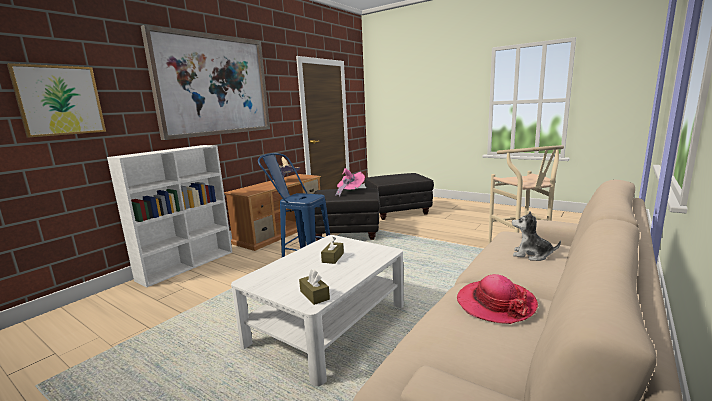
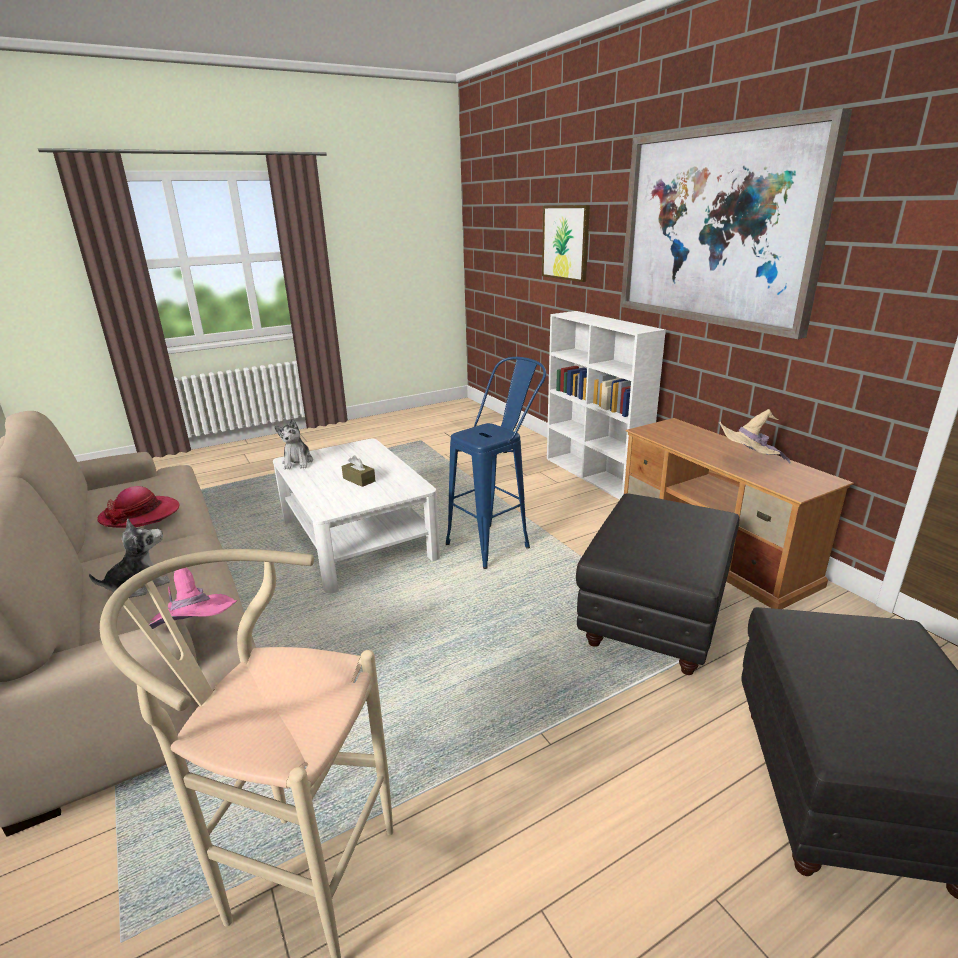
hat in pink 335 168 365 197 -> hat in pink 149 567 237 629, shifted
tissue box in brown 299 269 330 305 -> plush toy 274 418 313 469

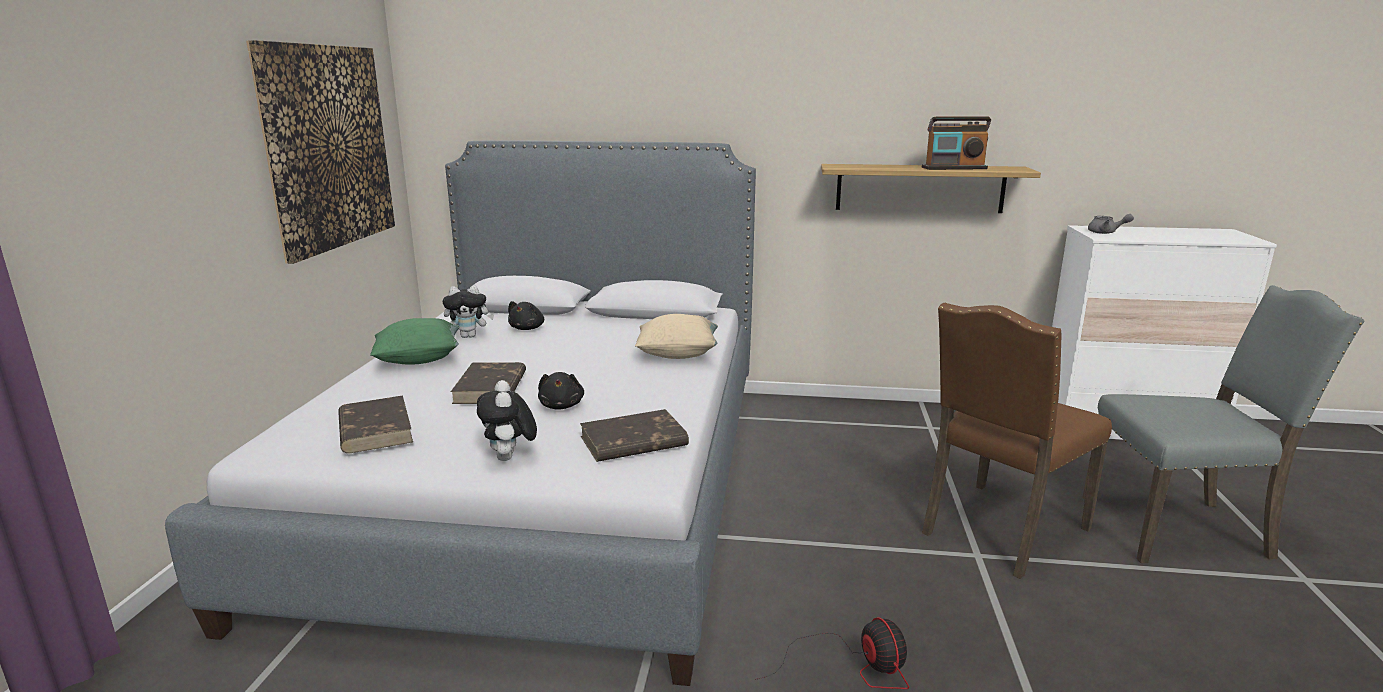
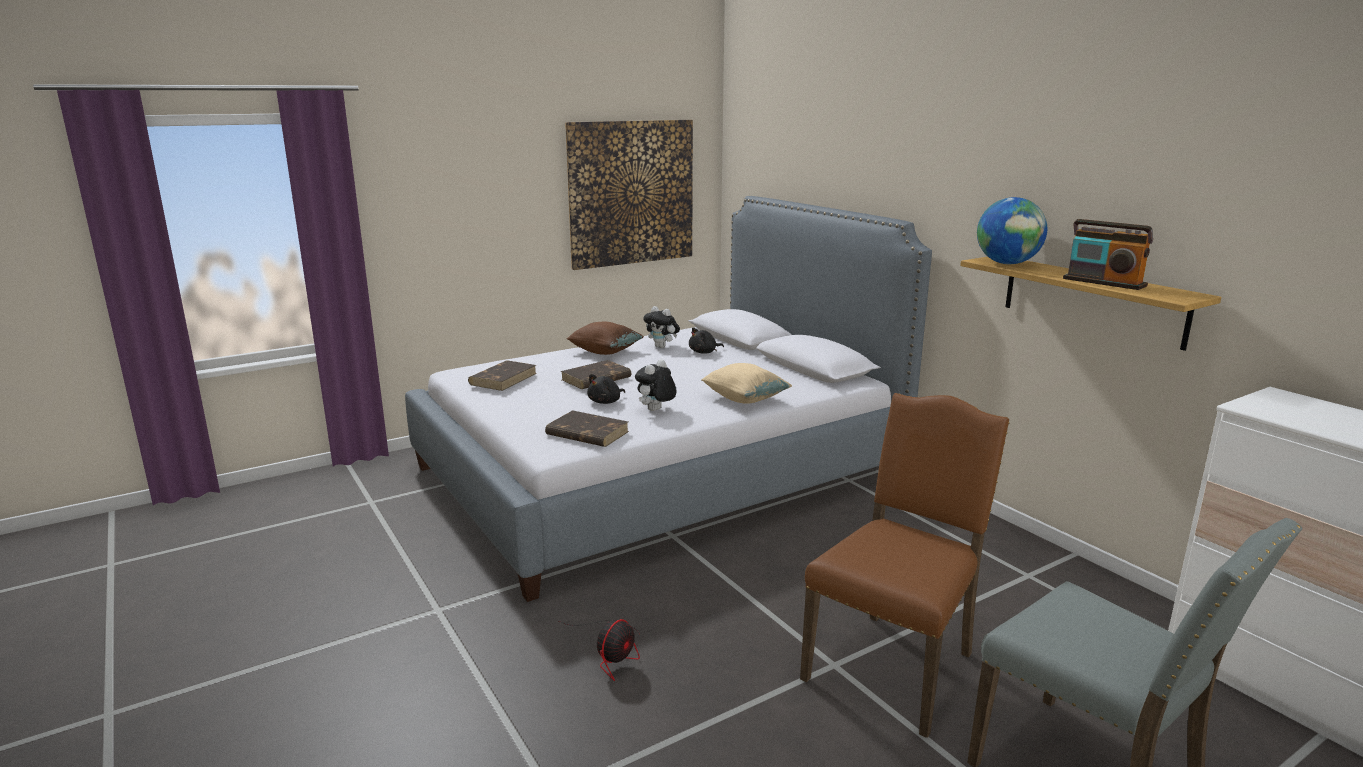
teapot in grey 1088 214 1134 234 -> none
chair in brown 922 303 1112 579 -> chair in brown 800 393 1009 738, 120 degrees clockwise
pillow in green 370 318 459 365 -> pillow in brown 566 322 644 355
plush toy 477 380 537 461 -> plush toy 635 359 676 411, shifted
none -> globe 977 197 1047 264

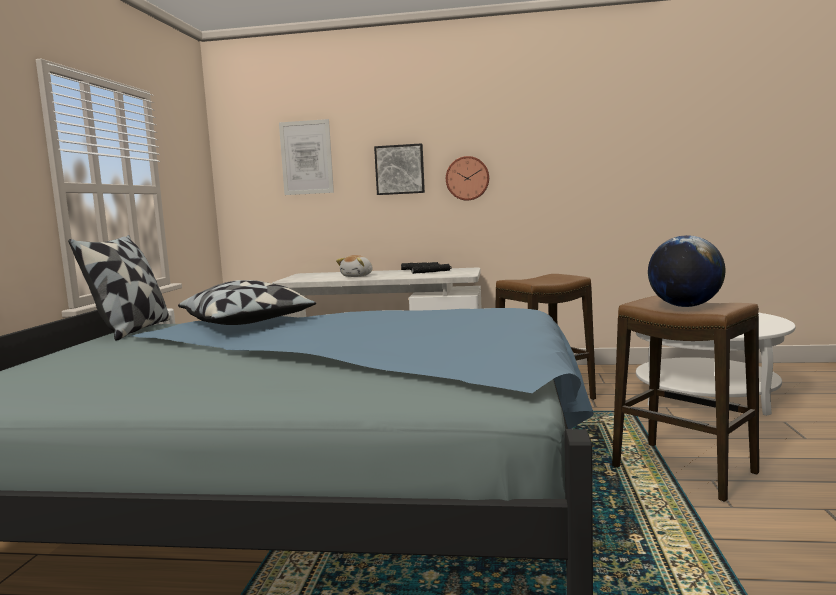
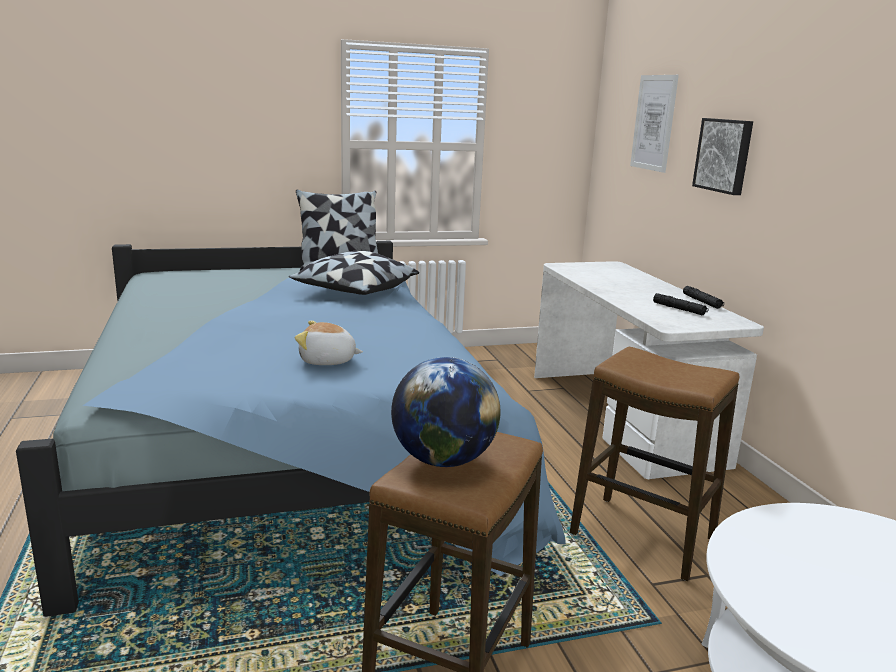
wall clock 446 156 489 201 -> none
plush toy 336 255 373 277 -> plush toy 295 321 363 365, shifted

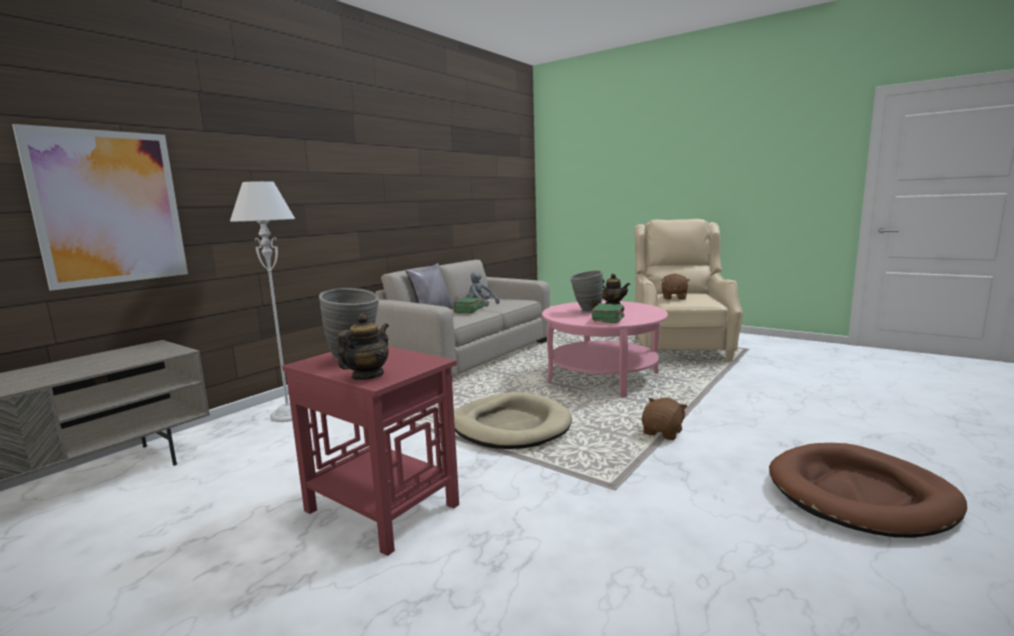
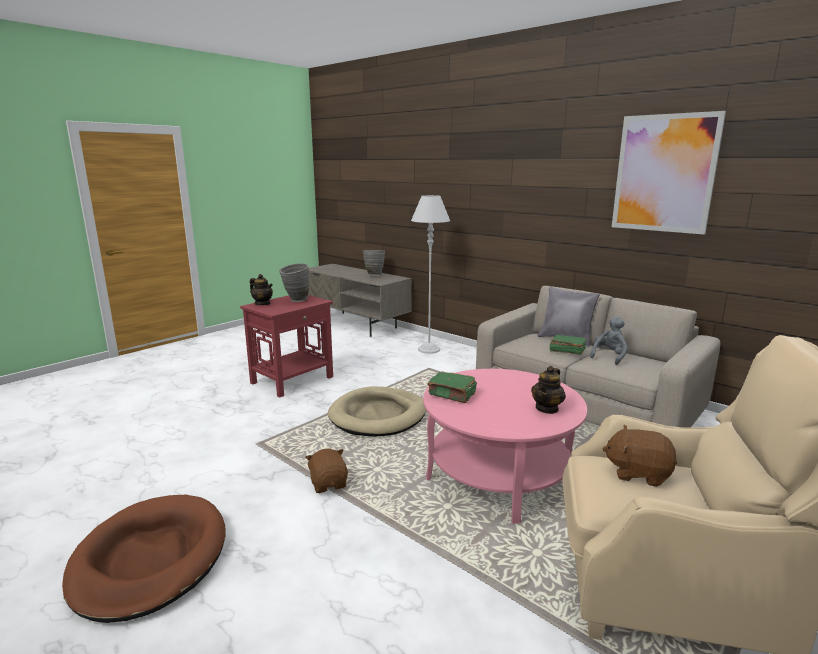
picture 12 124 188 291 -> picture 612 111 726 235, shifted
vase in grey 570 270 603 313 -> vase in grey 363 250 385 275, shifted
plush toy in brown 642 398 688 440 -> plush toy in brown 305 449 348 493, 150 degrees counterclockwise

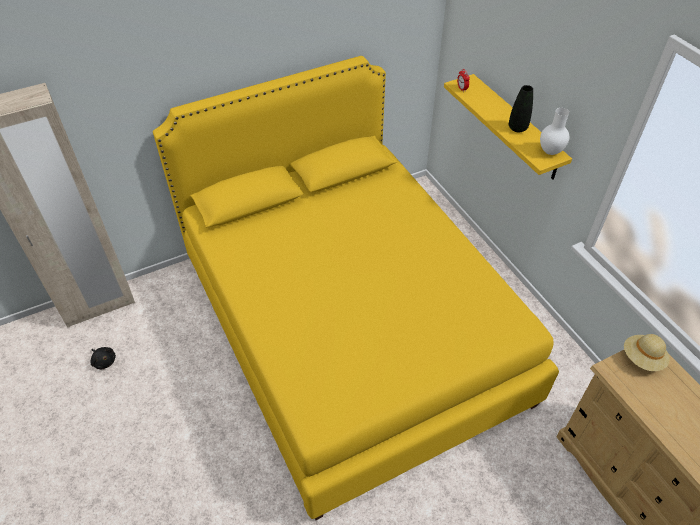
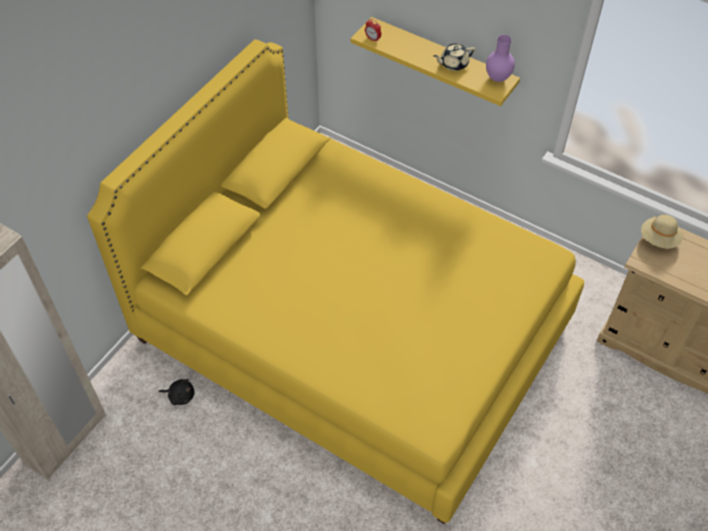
vase in black 509 85 533 132 -> teapot in beige 433 44 475 71
vase in white 540 108 569 155 -> vase in purple 486 35 515 82
plush toy in black 90 347 116 369 -> plush toy in black 159 379 195 405, shifted

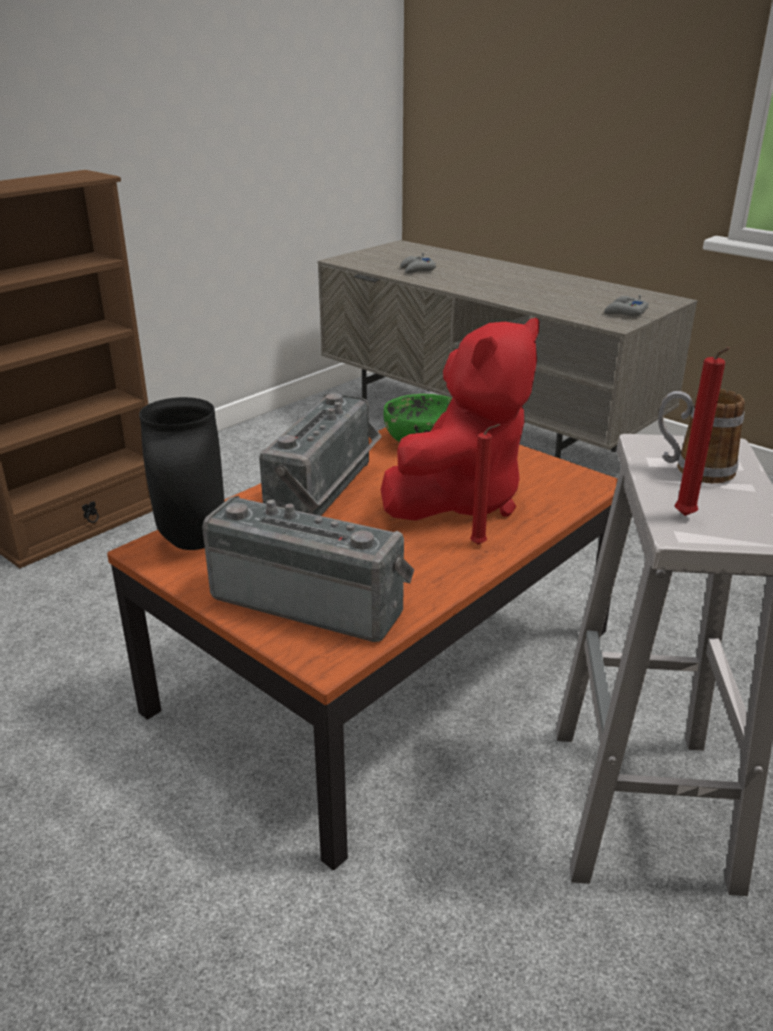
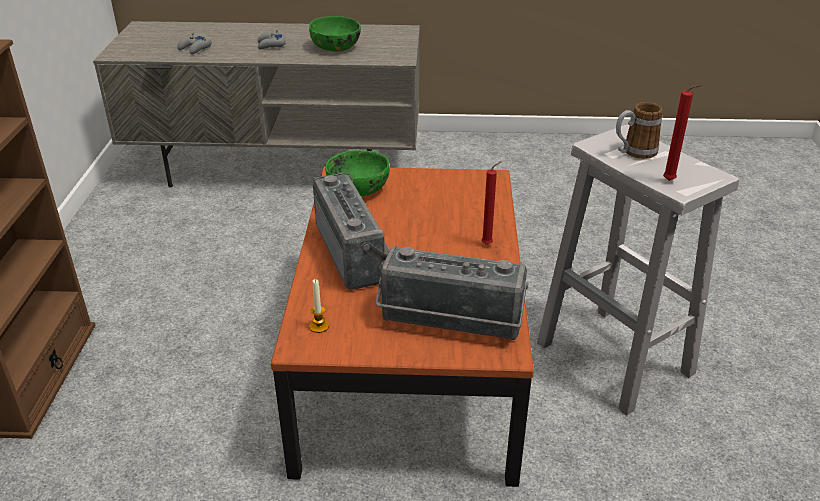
game controller in grey 604 295 649 316 -> game controller in grey 257 30 286 49, shifted
plush toy in red 381 318 539 521 -> none
vase in black 139 397 225 550 -> candle 309 279 329 333
radio 202 496 414 642 -> radio 376 246 528 340, 150 degrees counterclockwise
none -> bowl in green 309 16 361 52

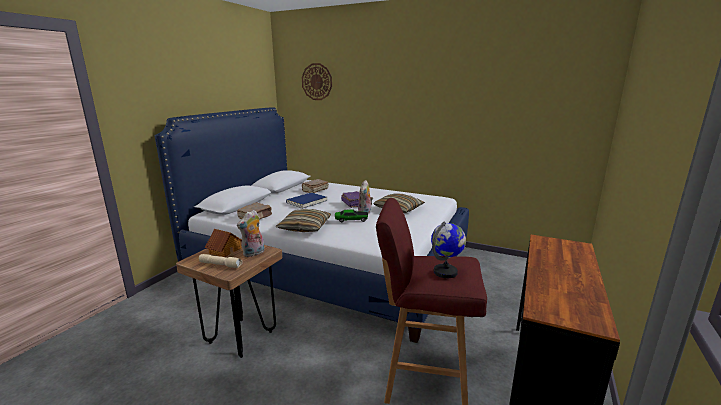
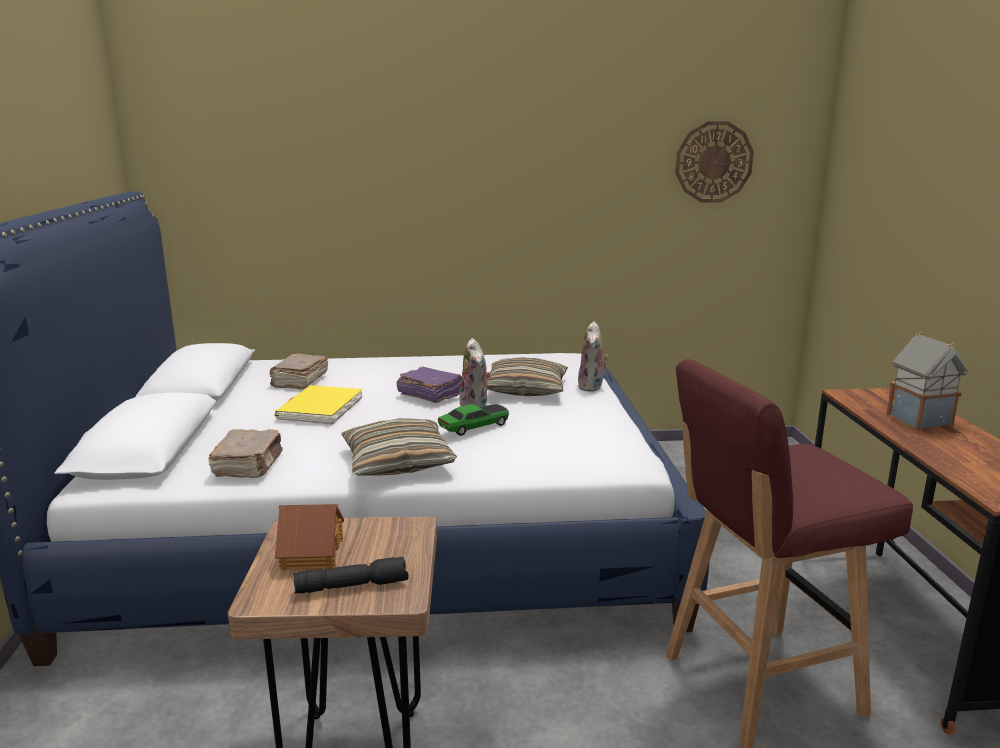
wall clock 302 63 332 100 -> wall clock 675 121 754 203, shifted
book in blue 286 192 327 209 -> book in yellow 275 385 363 425
plush toy 237 210 265 257 -> plush toy 578 321 609 392, shifted
globe 431 222 466 278 -> none
flashlight in beige 199 254 243 268 -> flashlight in black 293 557 409 594
none -> toy house 886 332 969 430

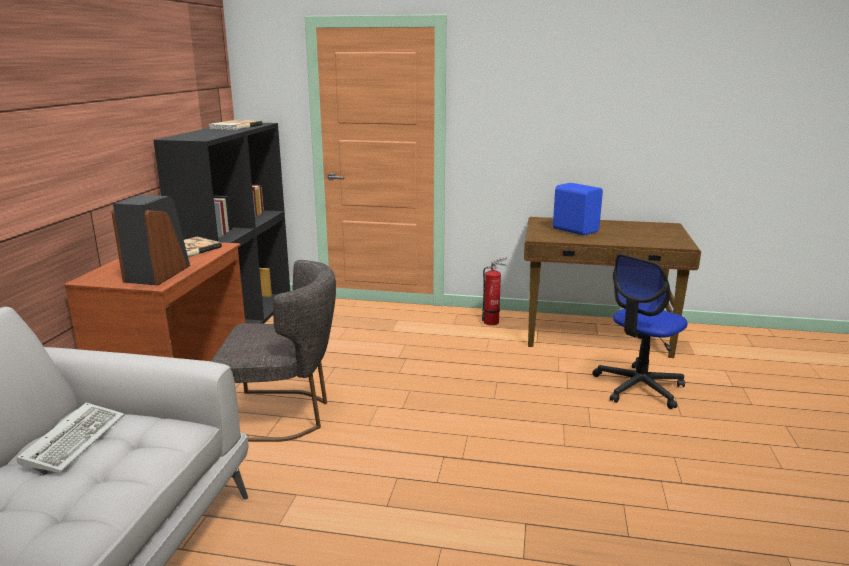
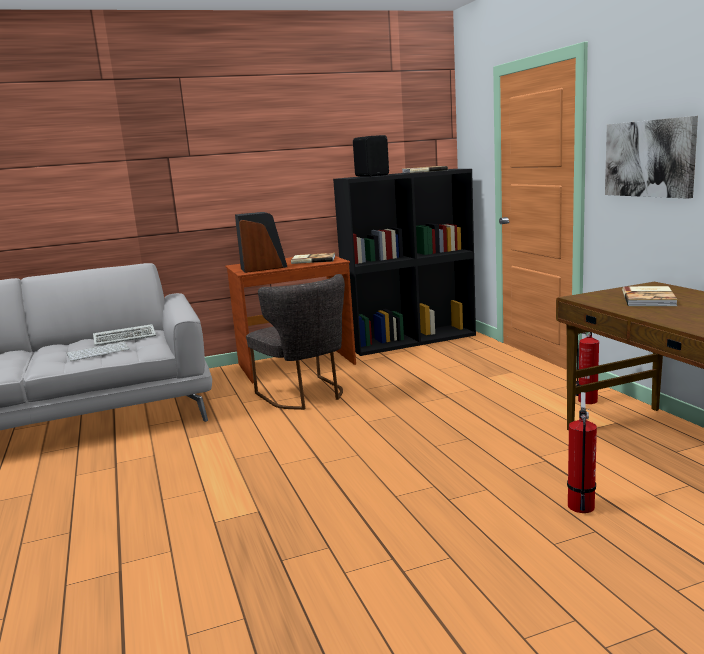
speaker in blue 553 183 603 236 -> book 622 286 678 306
office chair 592 253 687 409 -> fire extinguisher 567 392 597 513
none -> picture 605 116 698 199
none -> speaker in black 353 135 389 177
none -> keyboard 67 342 130 361

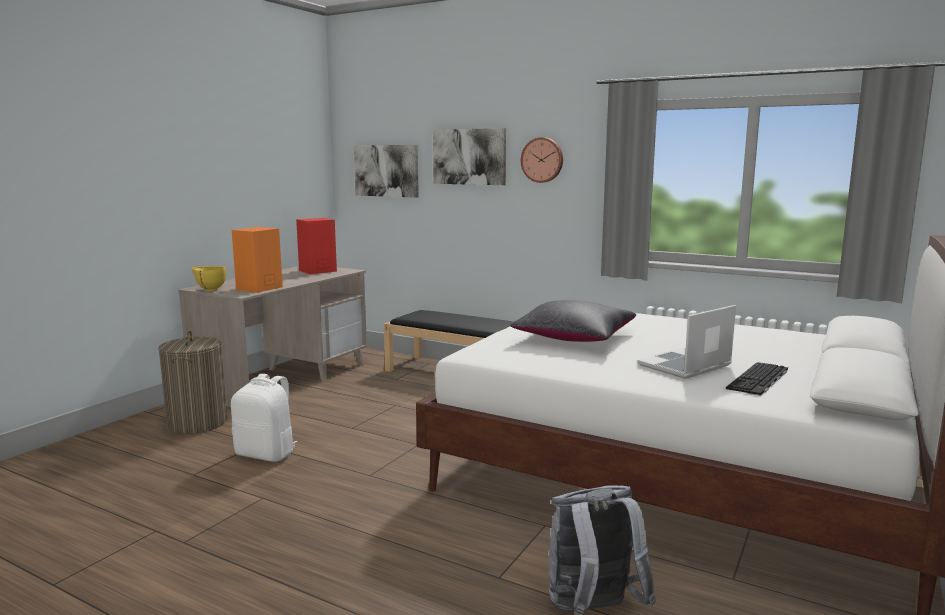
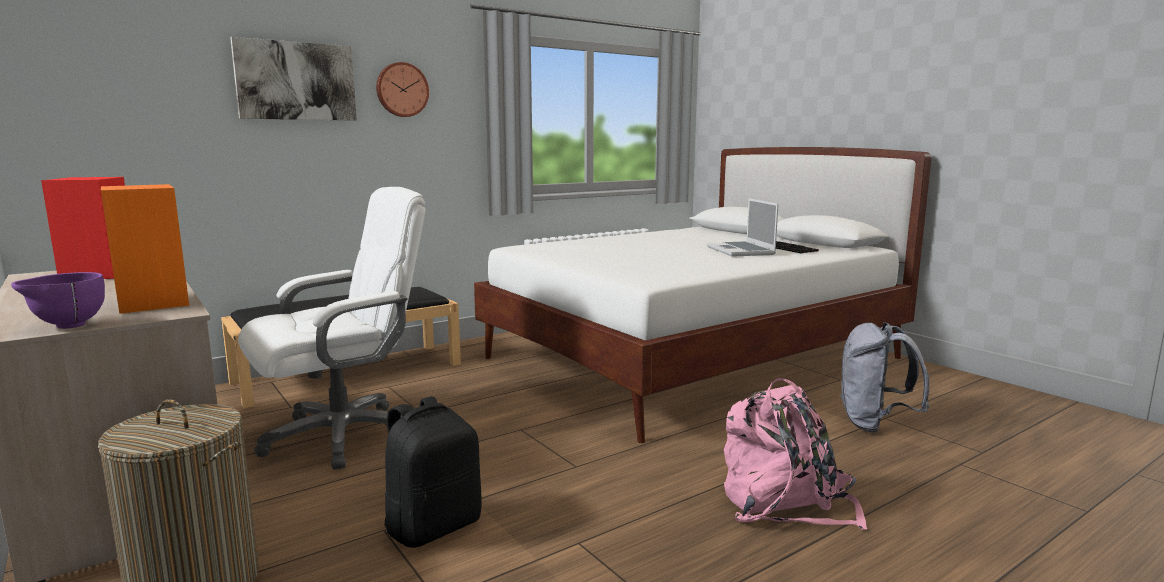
picture 354 145 419 198 -> none
bowl in yellow 191 266 226 291 -> bowl in purple 11 272 105 329
pillow in black 510 300 636 342 -> none
backpack in white 231 374 297 462 -> backpack in black 385 396 482 548
none -> office chair in white 238 187 426 469
none -> backpack in pink 724 378 867 530

